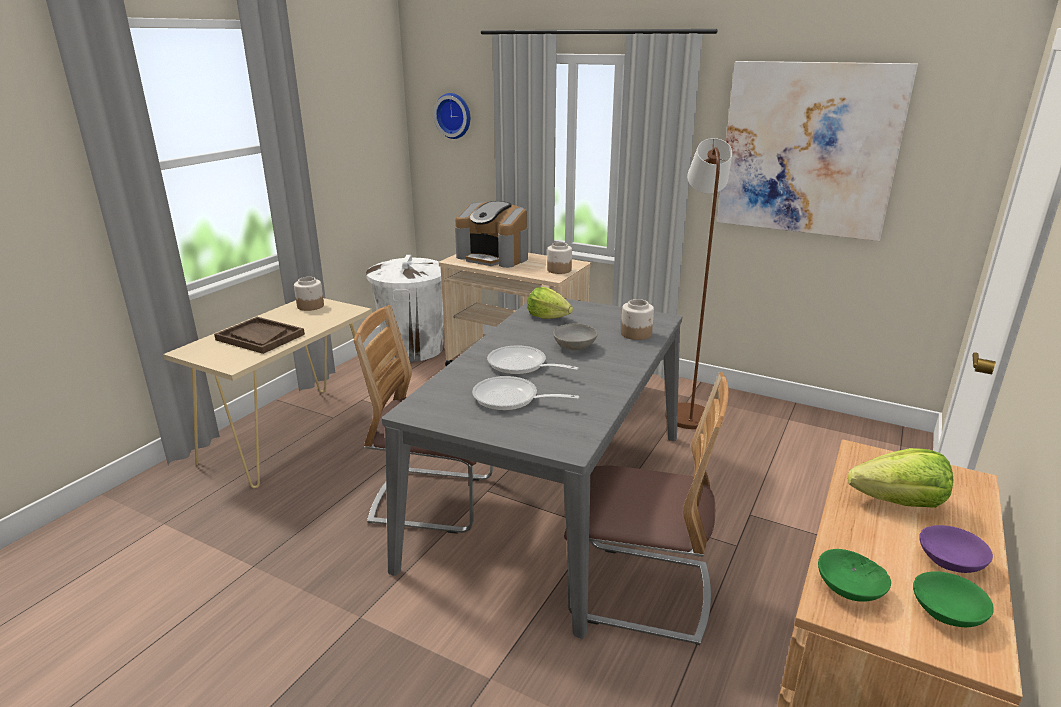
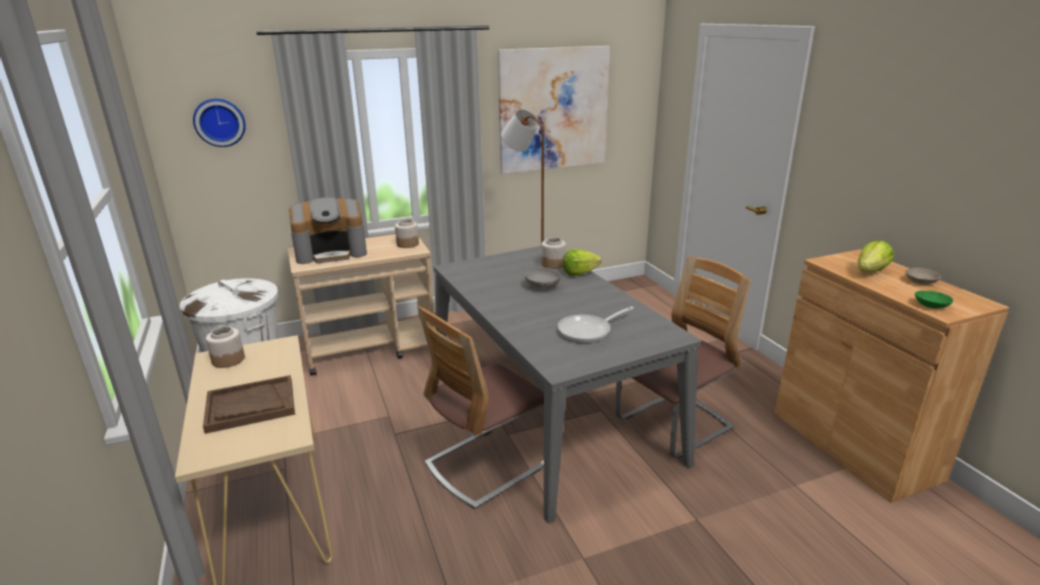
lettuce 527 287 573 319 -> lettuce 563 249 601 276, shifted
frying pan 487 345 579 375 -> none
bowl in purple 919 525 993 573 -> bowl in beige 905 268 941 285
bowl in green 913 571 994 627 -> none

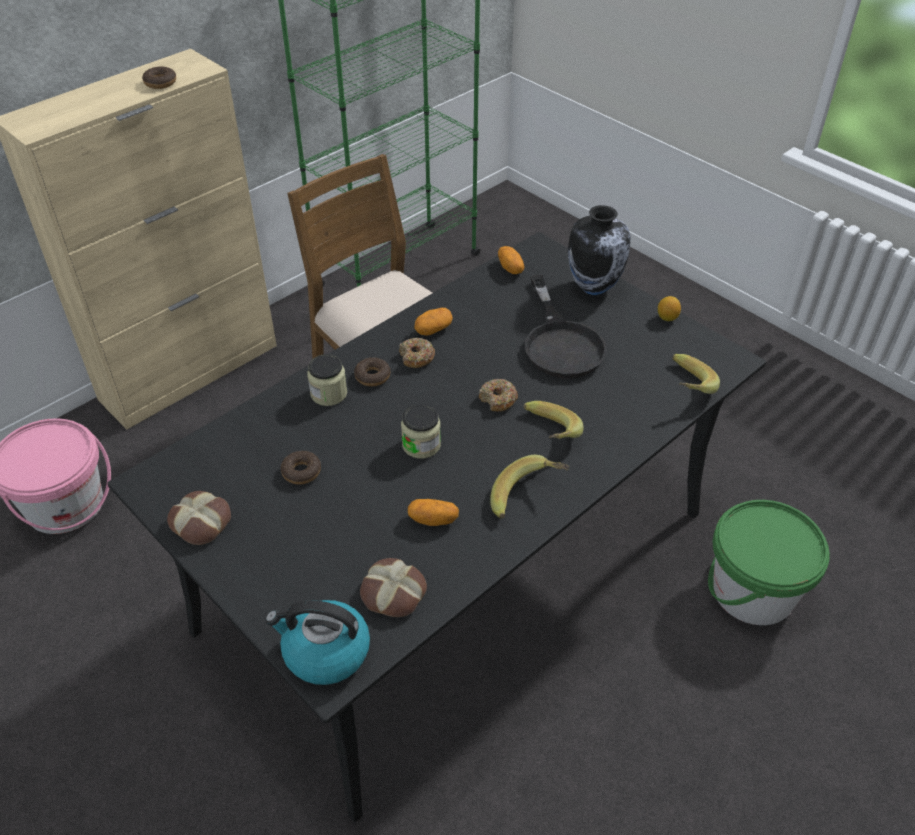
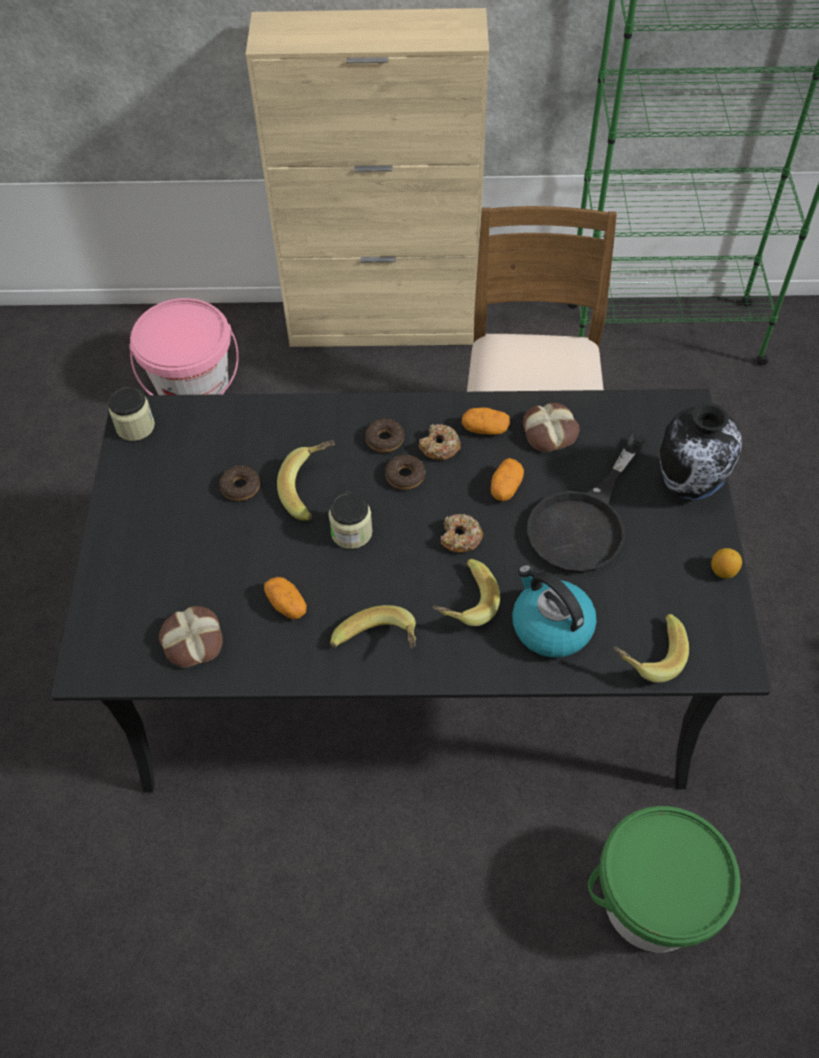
donut 142 67 176 89 -> donut 385 455 425 490, shifted
potato 498 246 524 274 -> potato 491 458 524 501, shifted
jar 307 354 347 406 -> jar 108 387 155 441, shifted
bread 167 491 231 545 -> bread 523 403 580 452, shifted
kettle 265 600 370 685 -> kettle 512 565 597 657, shifted
none -> banana 277 440 334 521

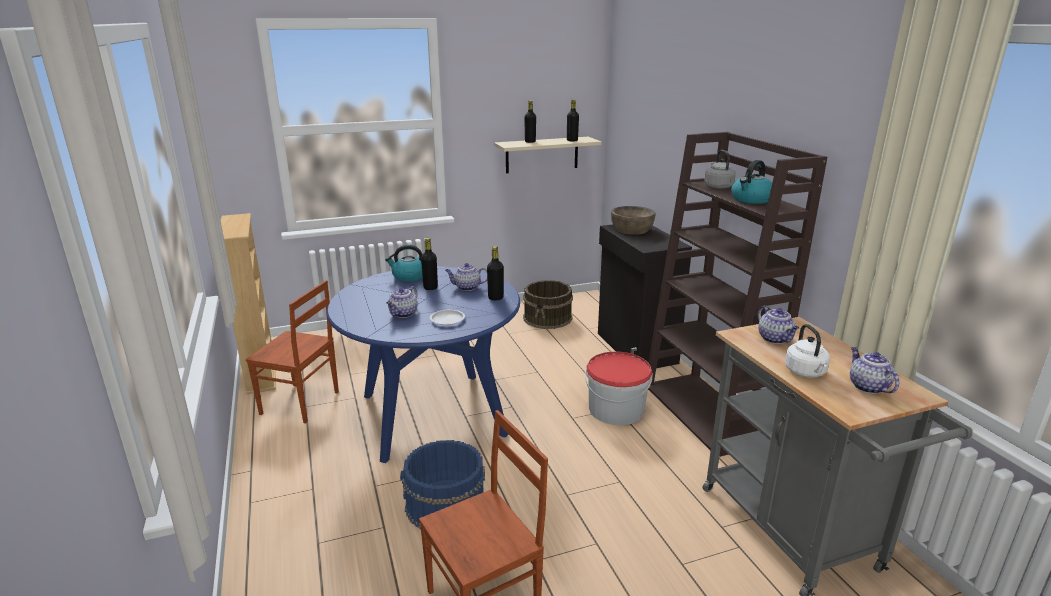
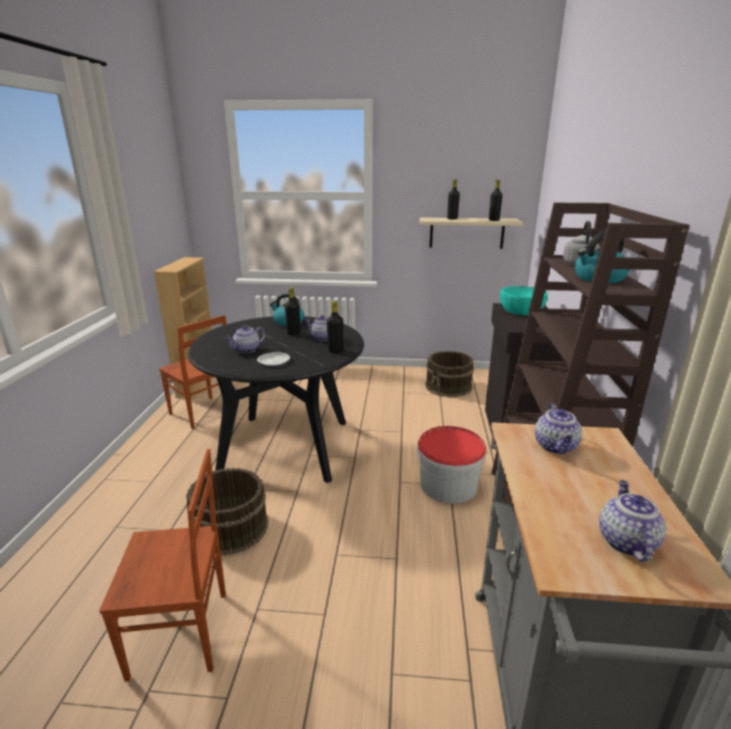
bowl in brown 611 206 655 235 -> bowl in turquoise 500 286 548 315
dining table in blue 327 266 520 463 -> dining table in black 188 316 364 483
kettle in white 785 324 830 377 -> none
bucket in blue 400 440 485 530 -> bucket in brown 186 468 269 555

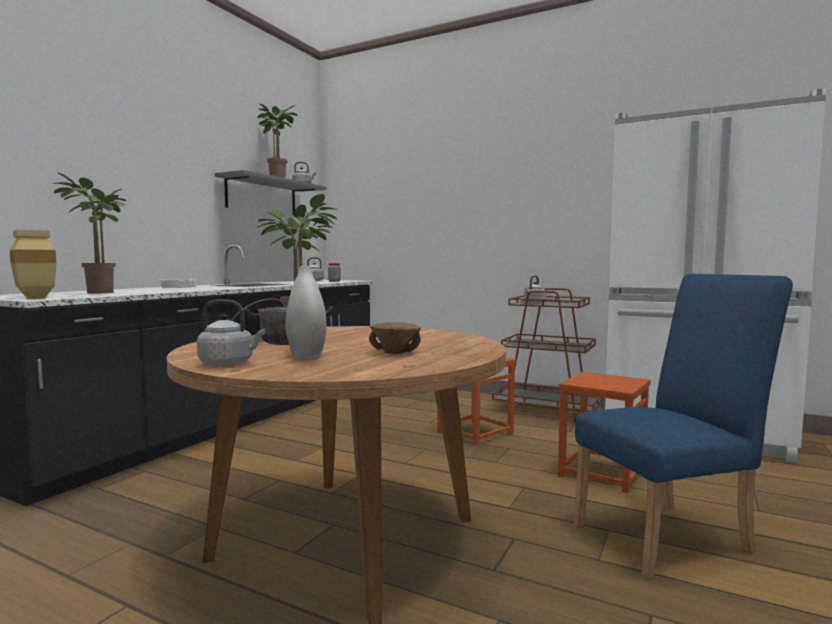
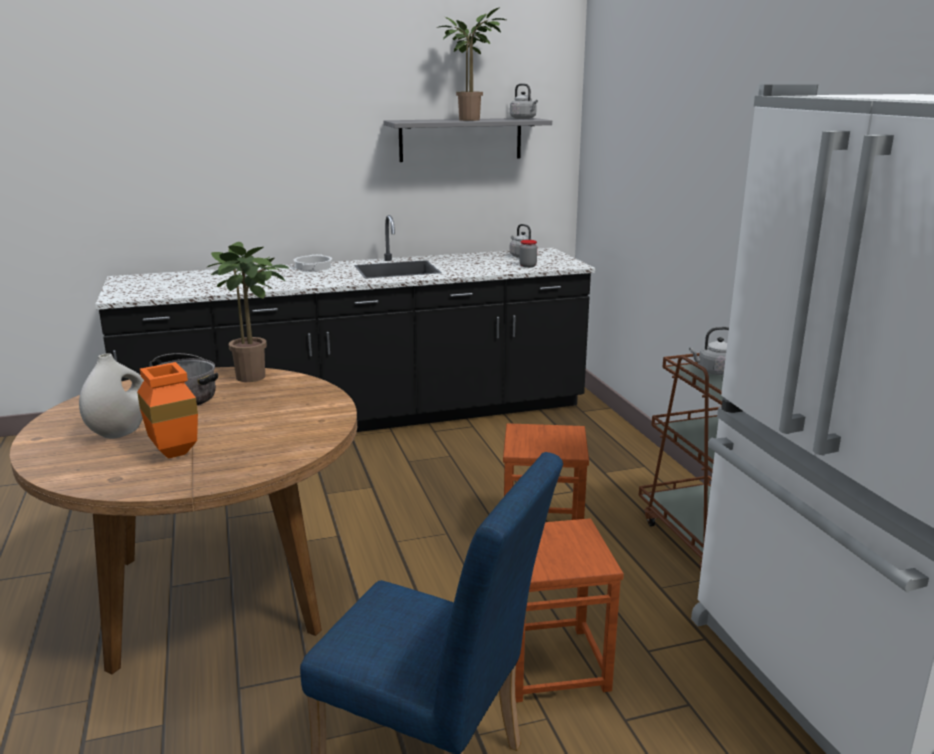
potted plant 51 172 127 293 -> none
vase in beige 10 230 57 299 -> none
kettle in grey 197 299 265 366 -> none
bowl in brown 369 322 421 354 -> vase in orange 137 362 198 459

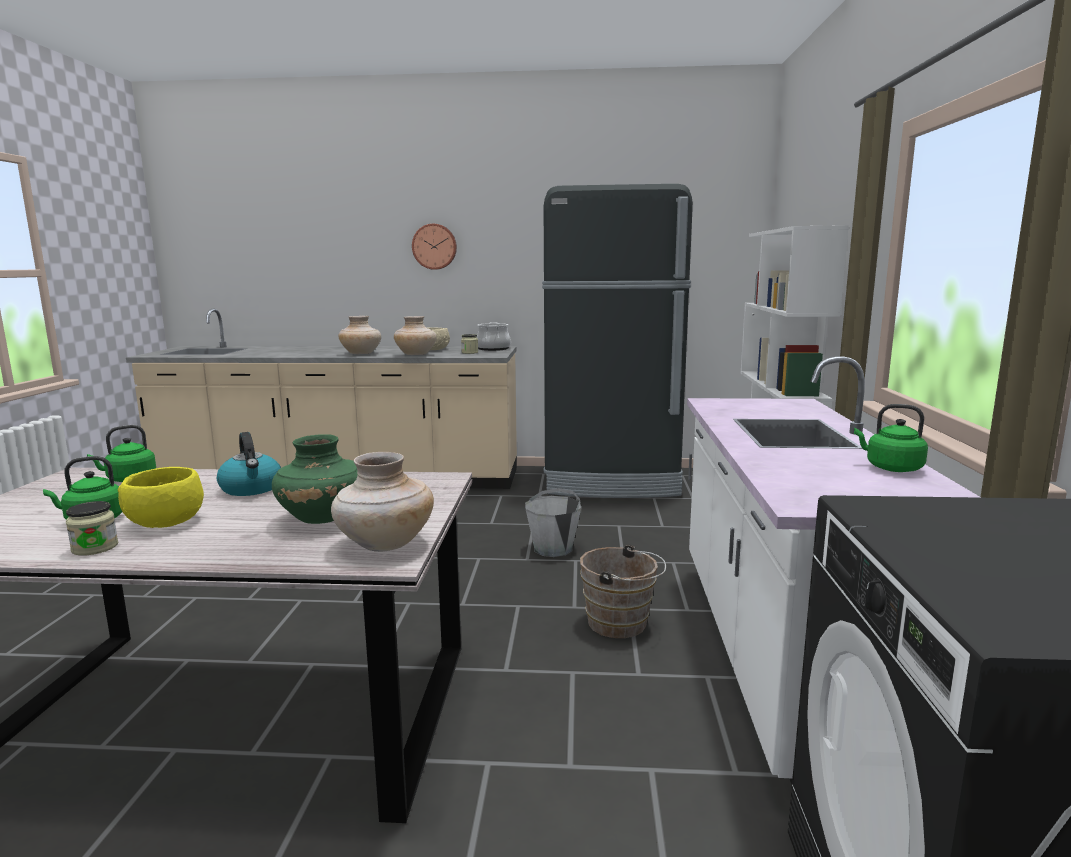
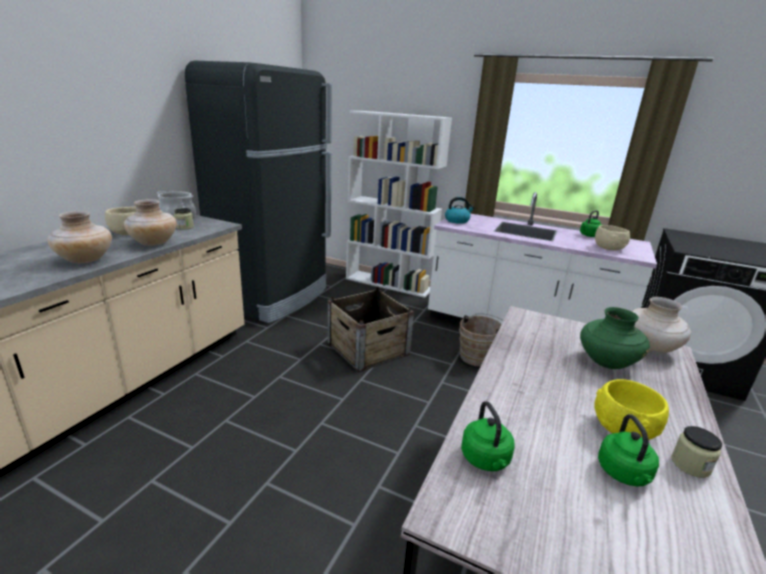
wall clock 412 224 457 270 -> none
kettle 217 432 281 496 -> kettle 445 197 475 224, shifted
bucket in grey 525 488 581 557 -> crate 328 287 414 372
none -> bowl in beige 595 225 630 250

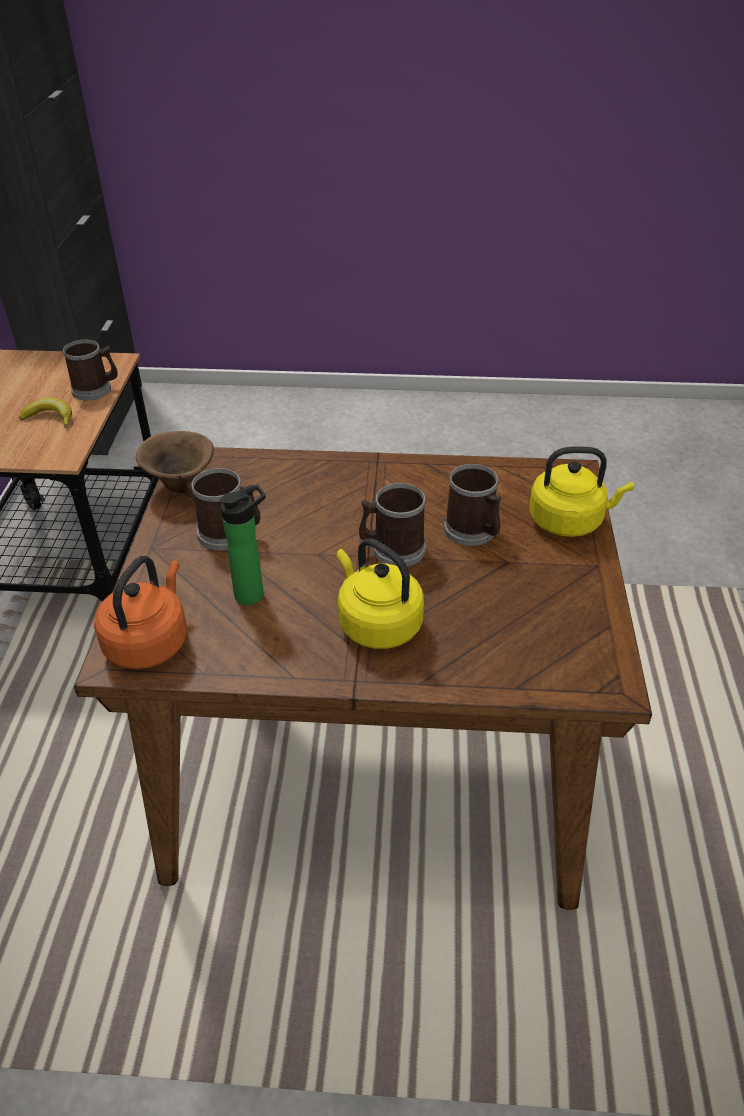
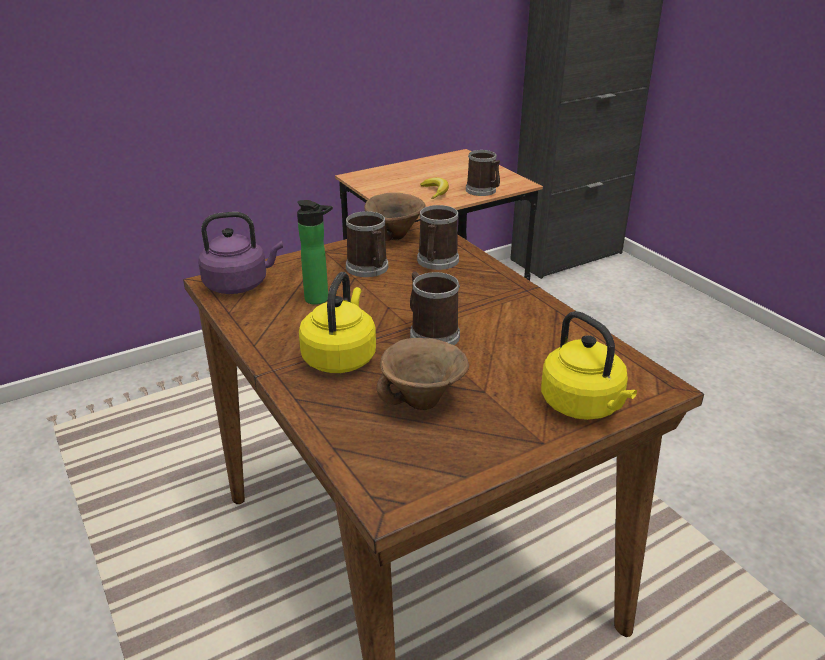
mug 444 464 501 546 -> mug 417 205 459 270, shifted
kettle in orange 94 556 187 669 -> kettle in purple 198 212 283 294
none -> bowl in brown 376 338 469 410

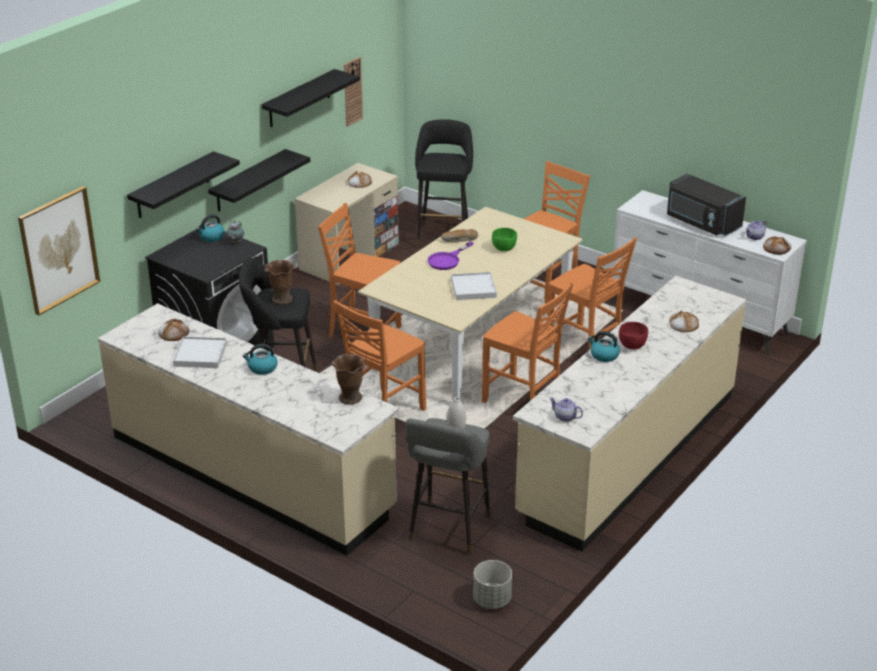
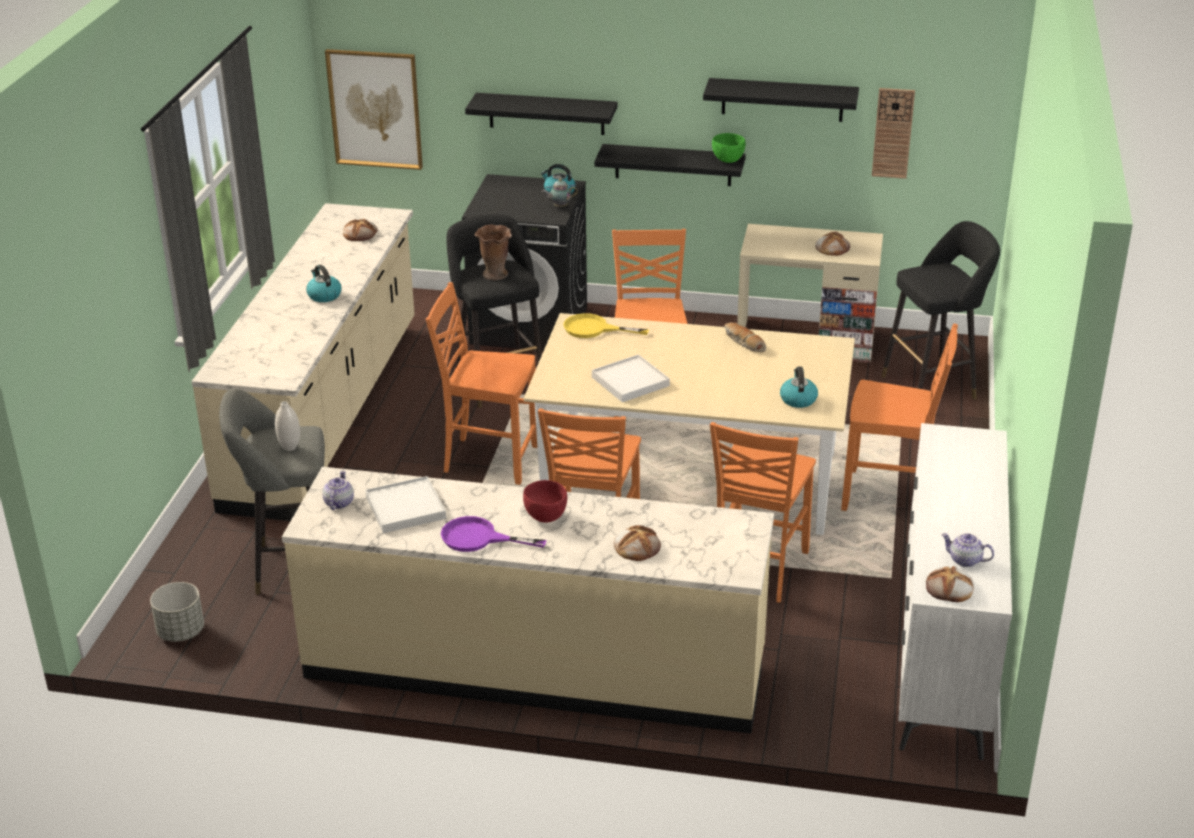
microwave in black 667 174 746 236 -> none
bowl in green 492 228 517 251 -> bowl in green 712 133 746 163, shifted
frying pan in purple 427 241 474 270 -> frying pan in purple 441 516 546 552, shifted
kettle 588 331 620 362 -> kettle 780 367 818 408, shifted
tray in white 173 336 227 368 -> tray in white 365 476 446 533, shifted
vase in brown 331 354 365 405 -> none
none -> frying pan in yellow 563 313 649 338

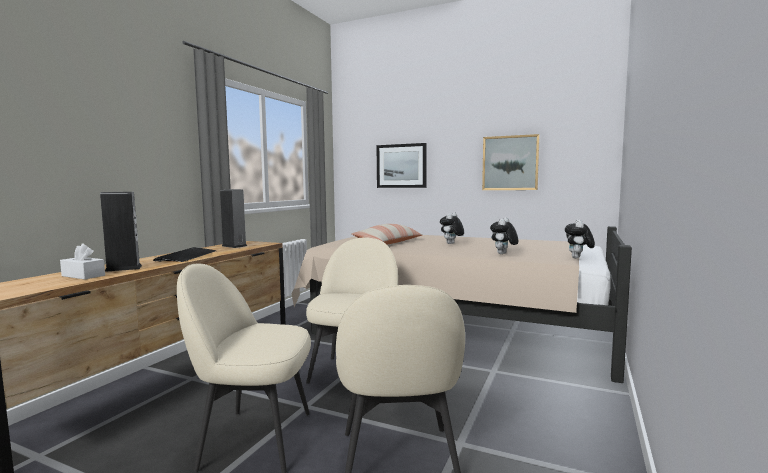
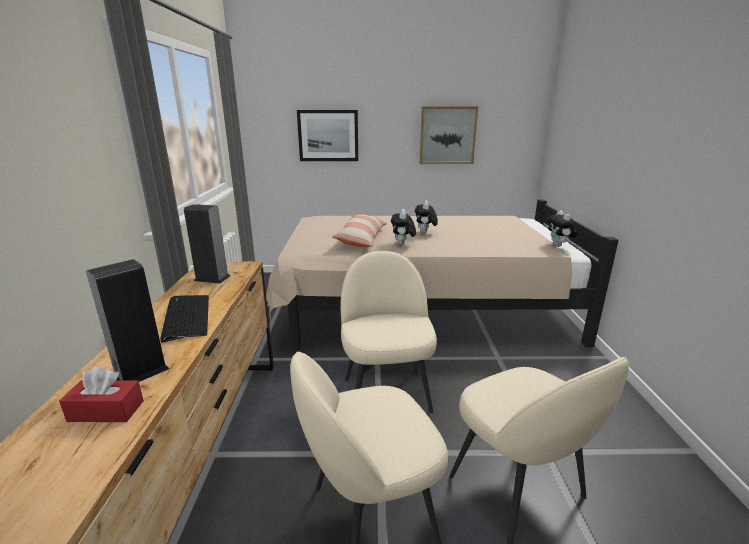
plush toy 490 218 518 254 -> plush toy 391 209 416 245, shifted
tissue box in white 60 243 105 280 -> tissue box in red 59 367 144 422

